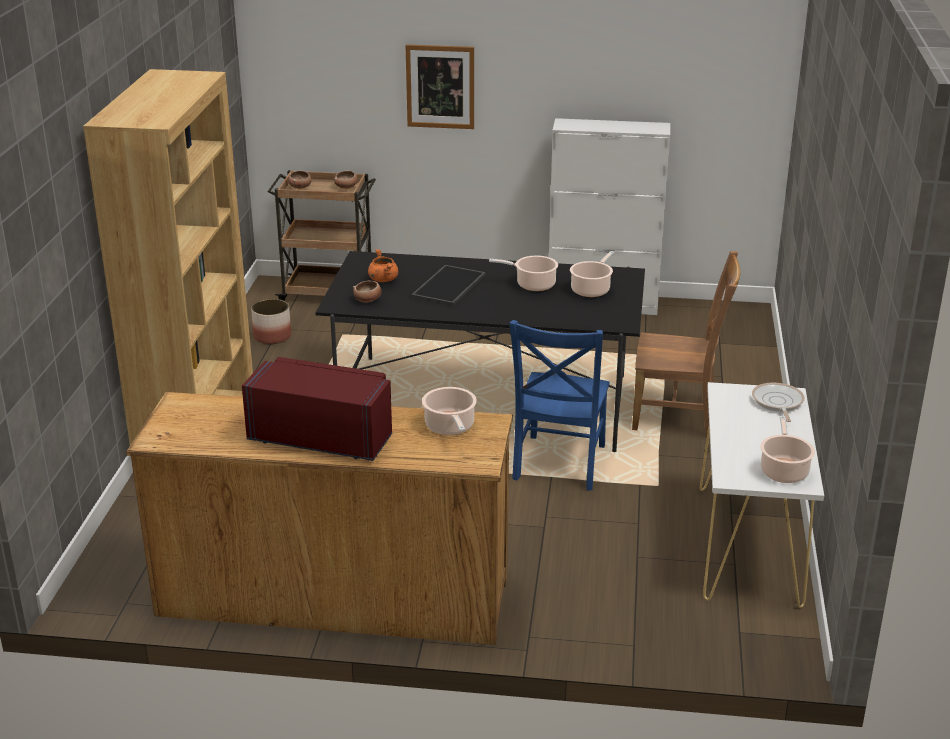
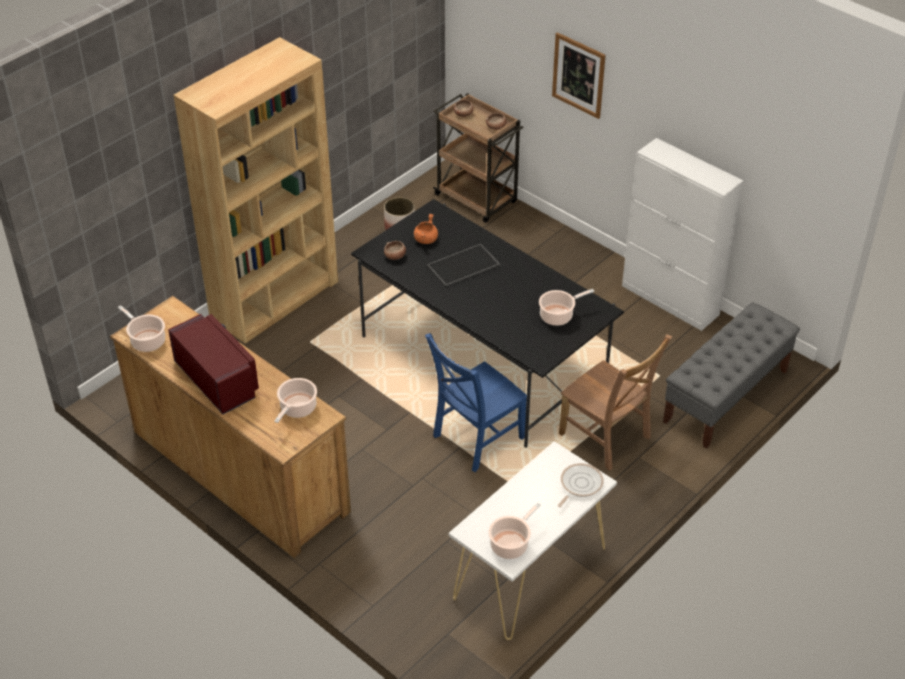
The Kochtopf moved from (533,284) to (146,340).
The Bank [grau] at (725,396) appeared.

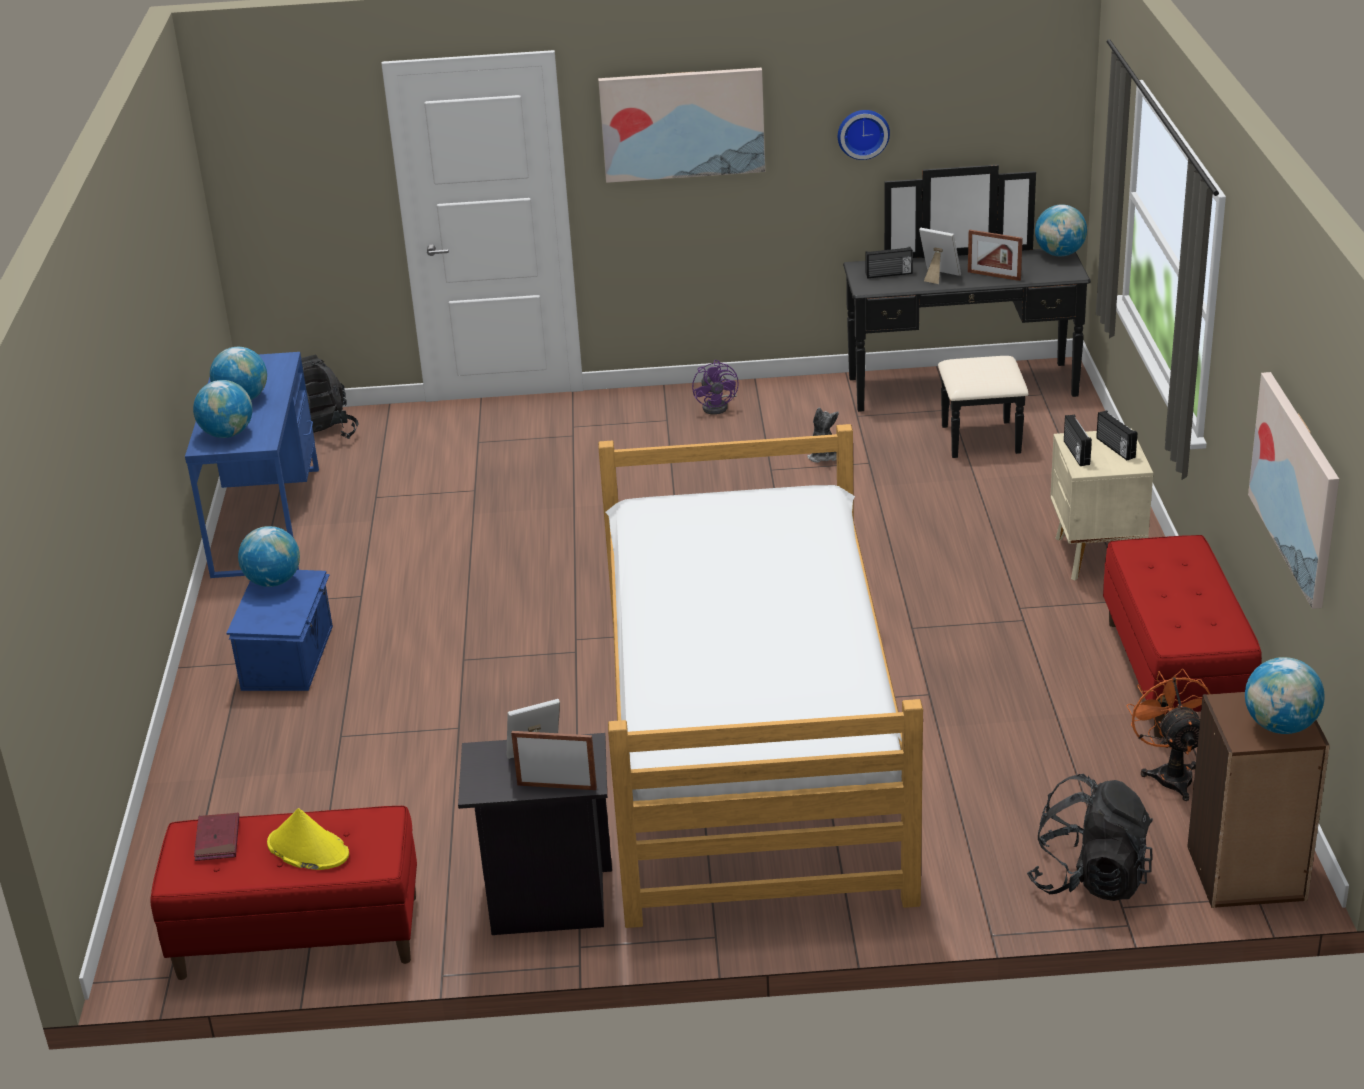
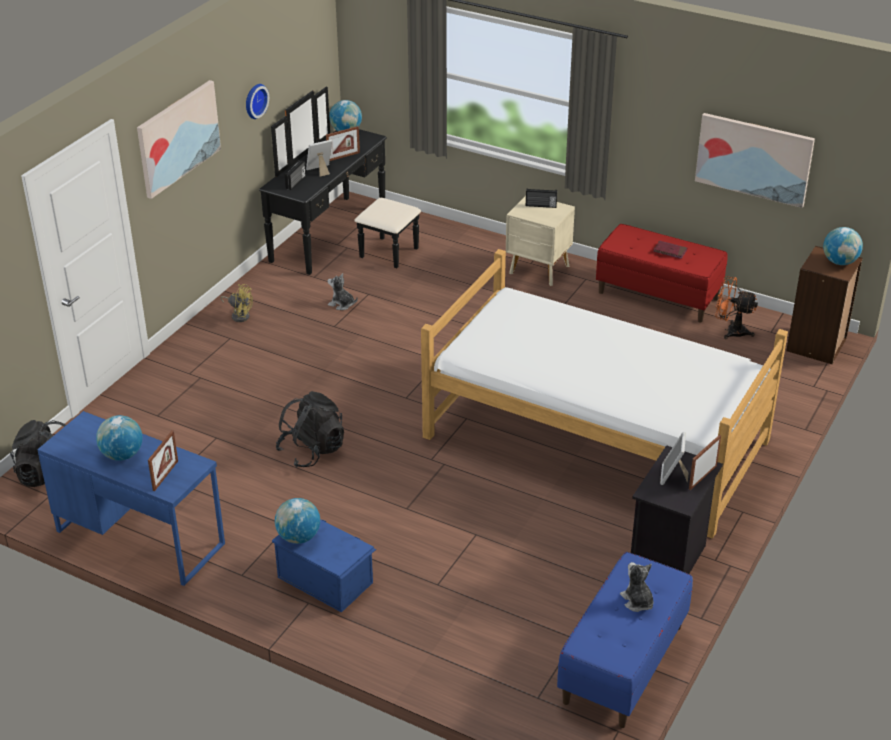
The Ventilator [lila] at (718,406) became the Ventilator [gelb] at (239,315).
The Globus at (227,434) was replaced by the Bilderrahmen at (165,475).
The Radio at (1075,453) disappeared.
The Rucksack [schwarz] moved from (1089,879) to (312,450).
The Bank [rot] at (298,937) became the Bank [blau] at (623,664).
The Hut [gelb] at (307,849) was replaced by the Plüschtier at (637,601).
The Buch [rot] moved from (217,839) to (670,251).

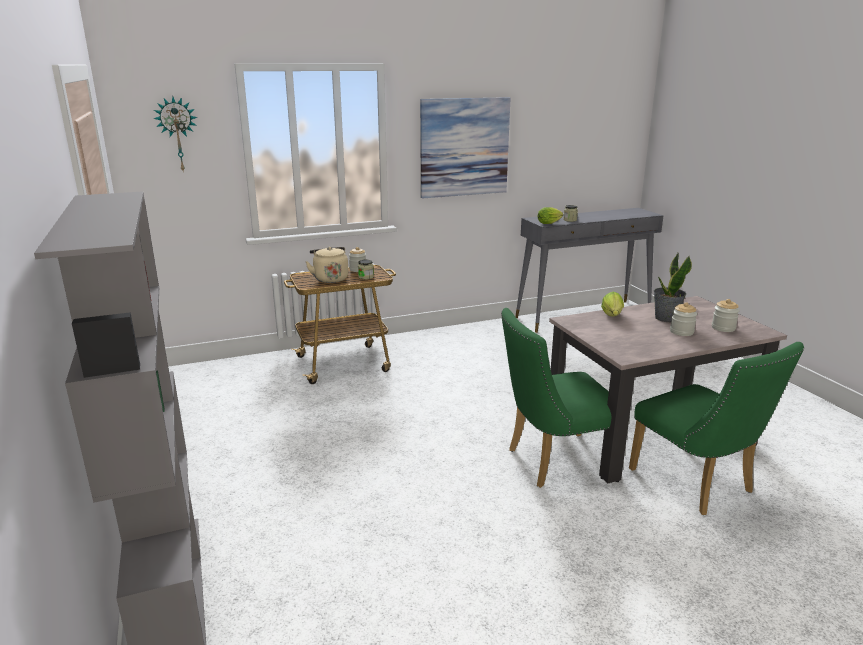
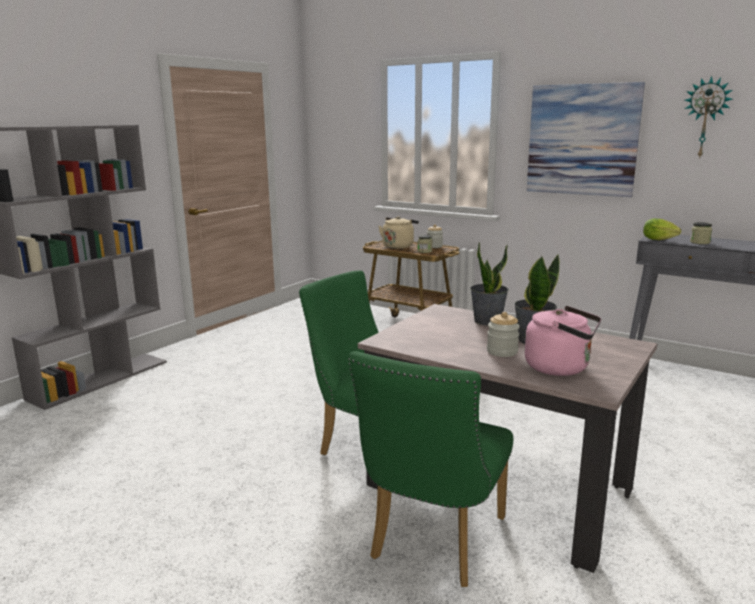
The Wanduhr moved from (178,134) to (705,118).
The Salatkopf at (612,316) was replaced by the Topfpflanze at (487,321).
The Vorratsglas at (723,328) was replaced by the Wasserkessel [rosa] at (560,368).

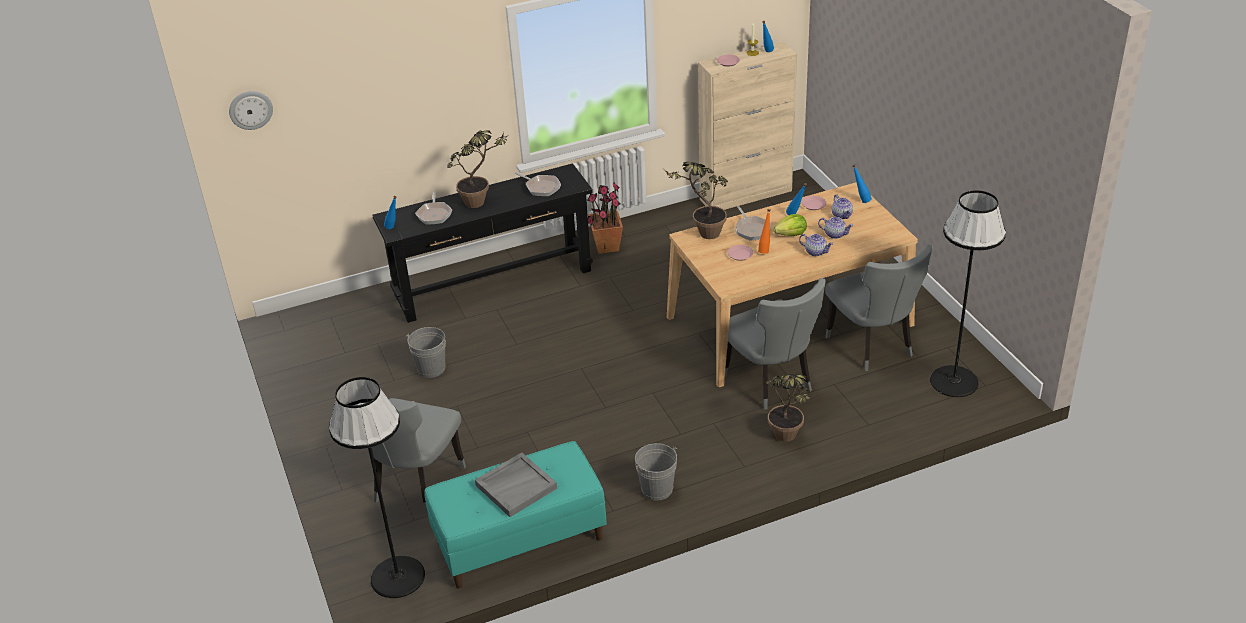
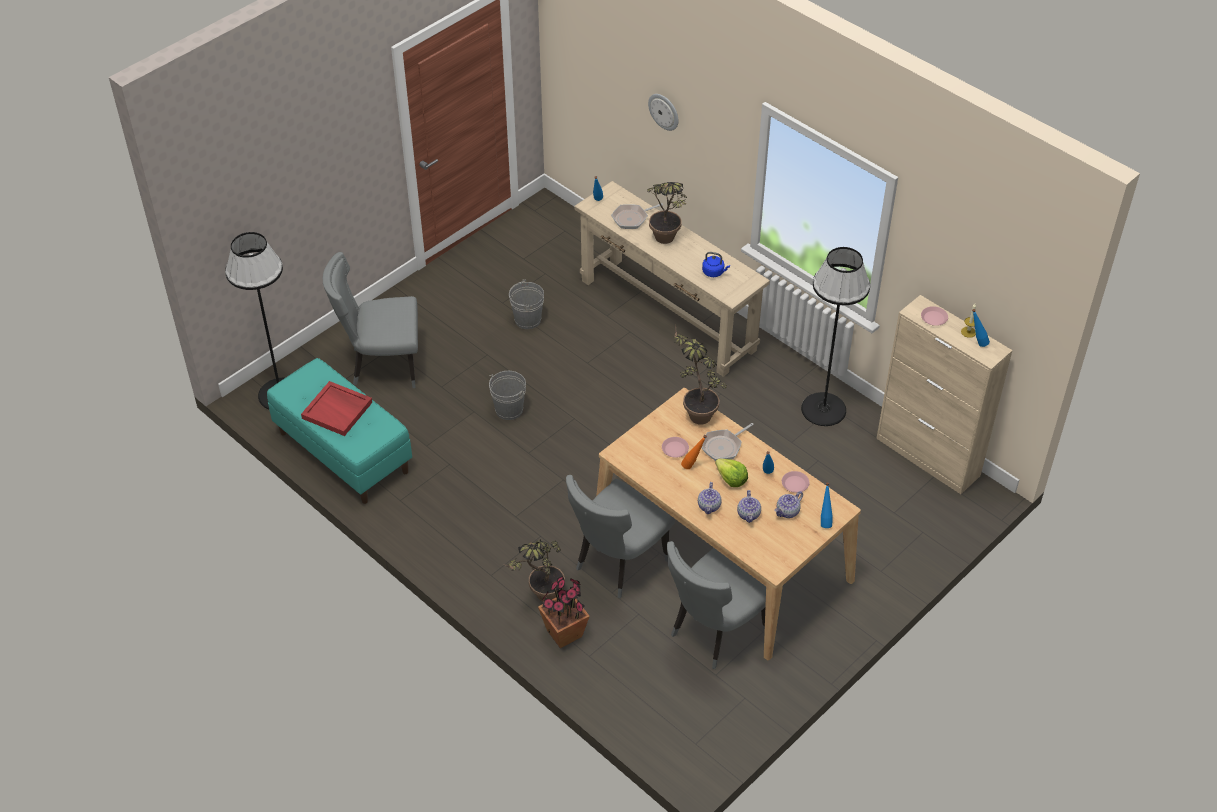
The Wanduhr moved from (250,109) to (664,111).
The Konsolentisch [schwarz] at (493,283) became the Konsolentisch [beige] at (667,315).
The Pfanne at (541,187) was replaced by the Wasserkessel [blau] at (714,272).
The Topfpflanze moved from (606,246) to (564,633).
The Stehlampe [schwarz] moved from (954,381) to (824,409).
The Eimer [grau] moved from (657,489) to (509,409).
The Tablett [grau] at (516,486) became the Tablett [rot] at (338,410).

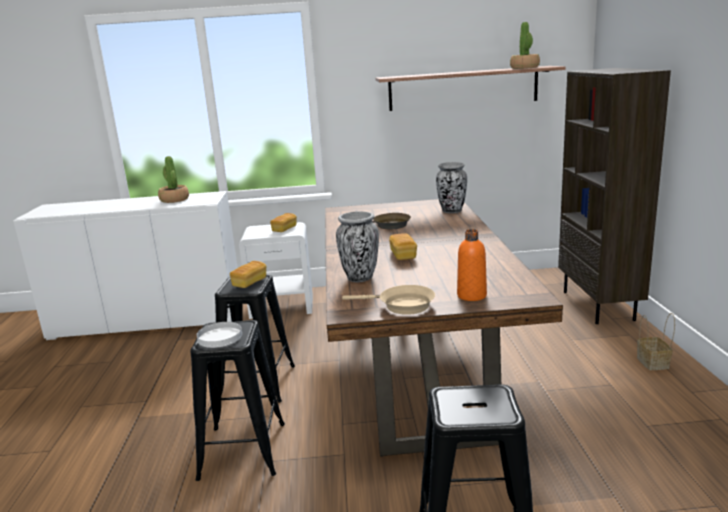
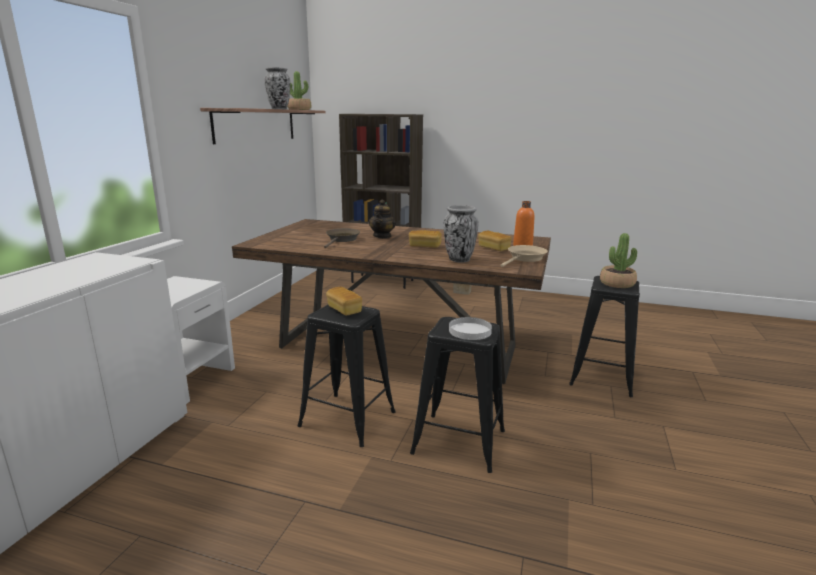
The Topfpflanze moved from (174,200) to (617,283).
The Vase moved from (452,211) to (279,109).
The Brot moved from (284,229) to (494,248).
The Teekanne at (382,236) appeared.

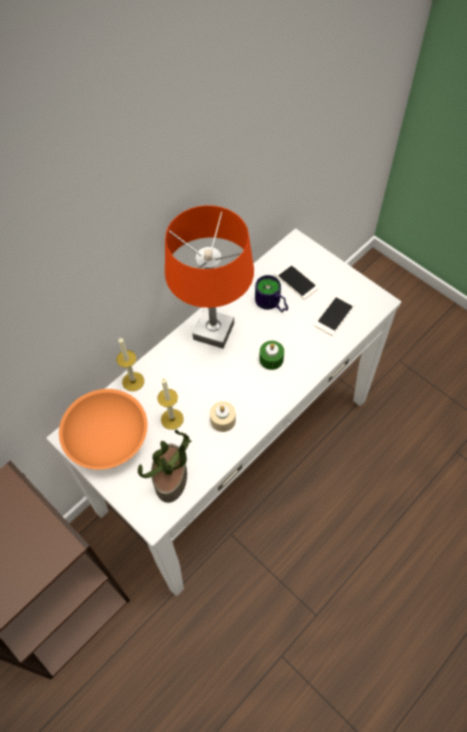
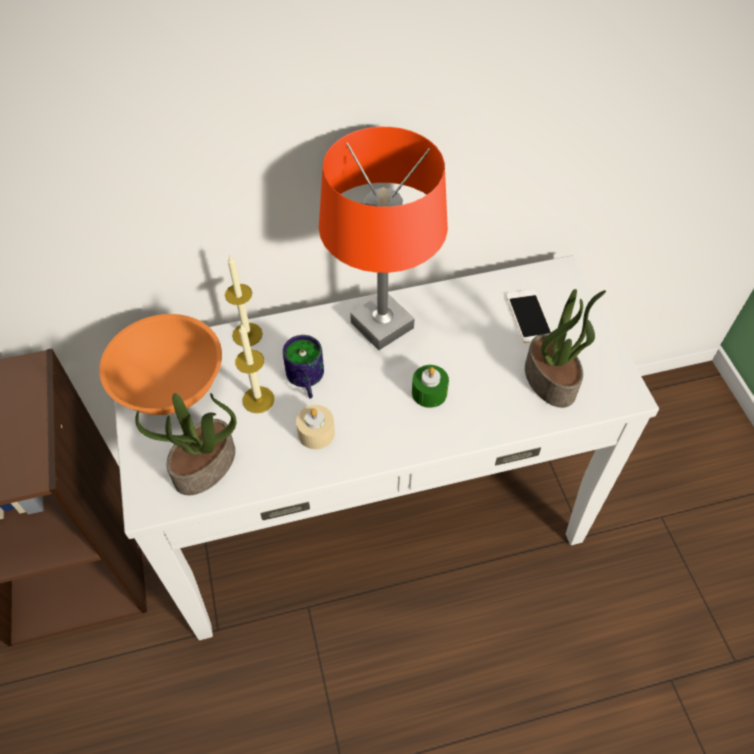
The Henkelbecher moved from (271,304) to (304,381).
The Handy at (334,315) was replaced by the Topfpflanze at (551,381).

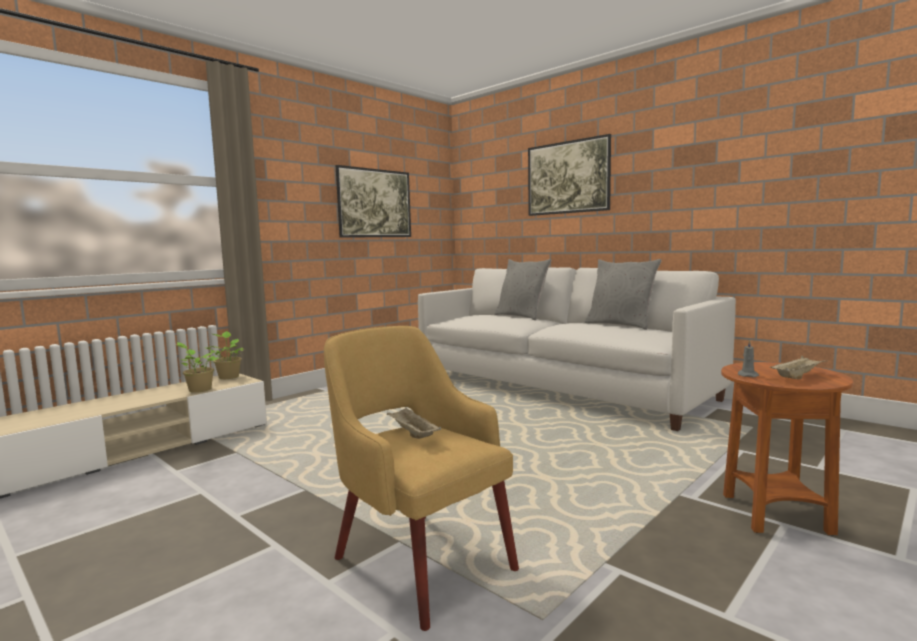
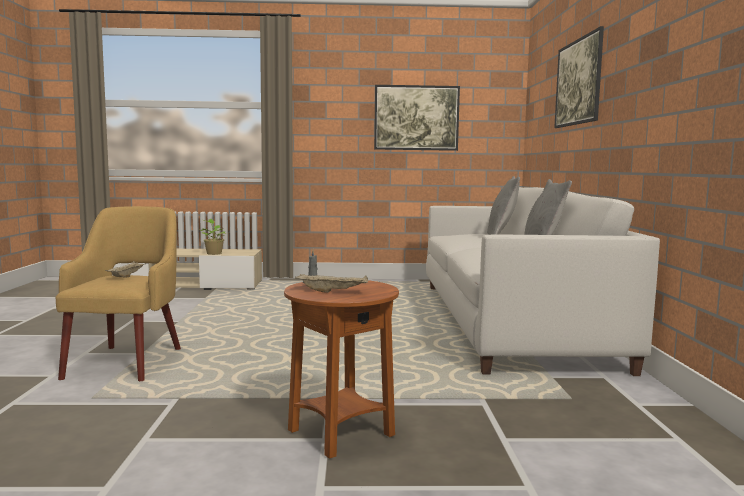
The Topfpflanze at (228,377) disappeared.

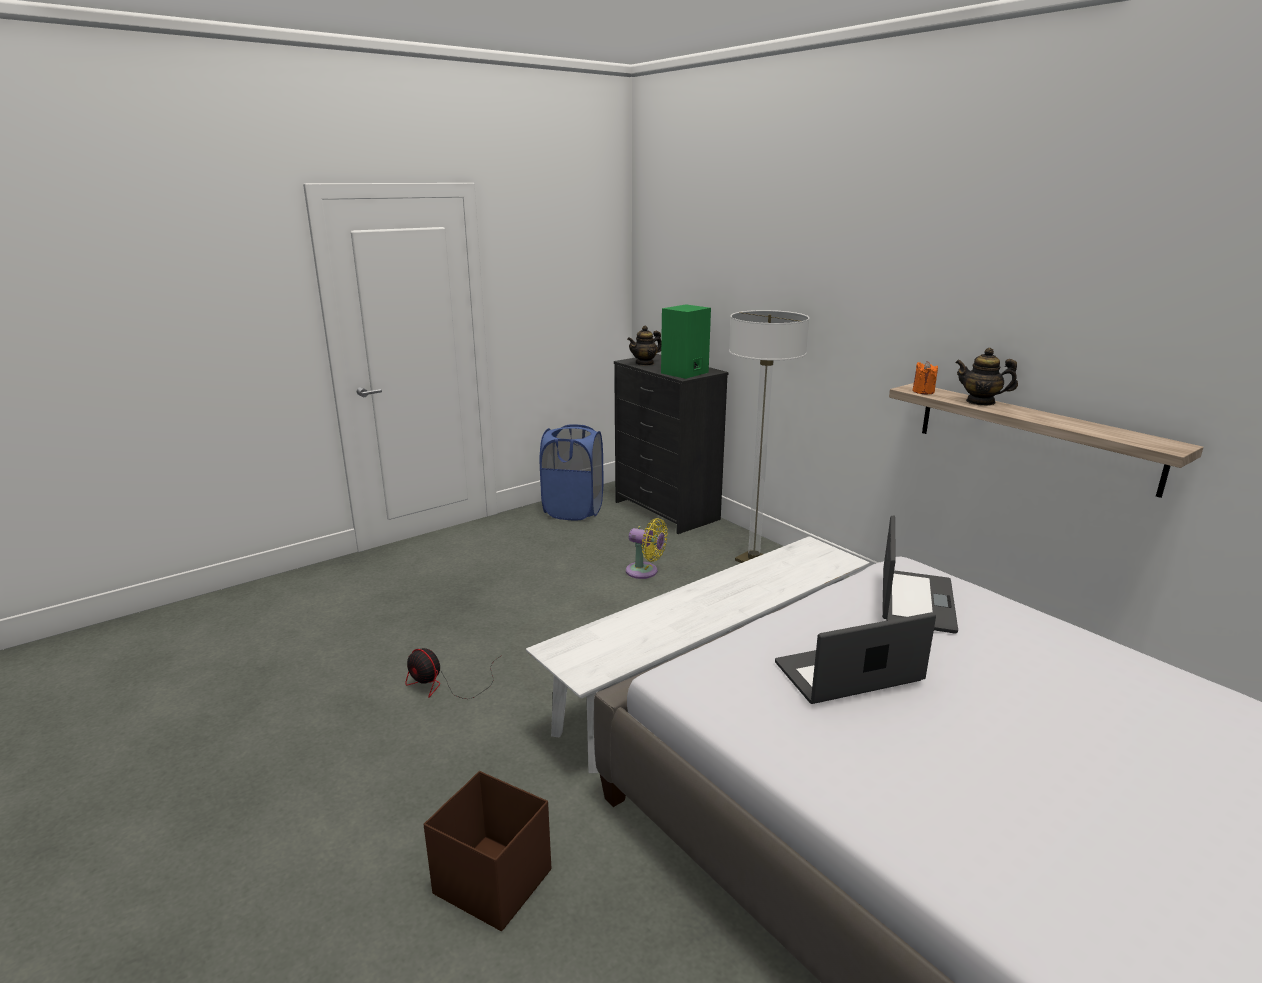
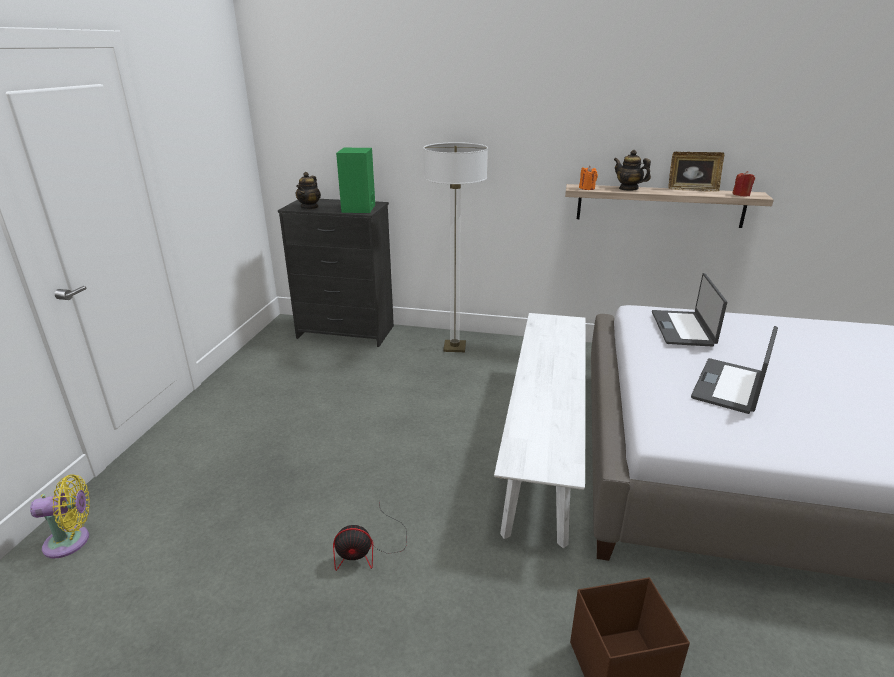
The Teekanne at (980,402) turned 60 degrees clockwise.
The Wäschekorb [blau] at (573,510) disappeared.
The Laptop at (915,601) turned 150 degrees counterclockwise.
The Ventilator [gelb] moved from (645,572) to (71,541).
The Bilderrahmen at (692,189) appeared.
The Kerze [rot] at (741,195) appeared.

